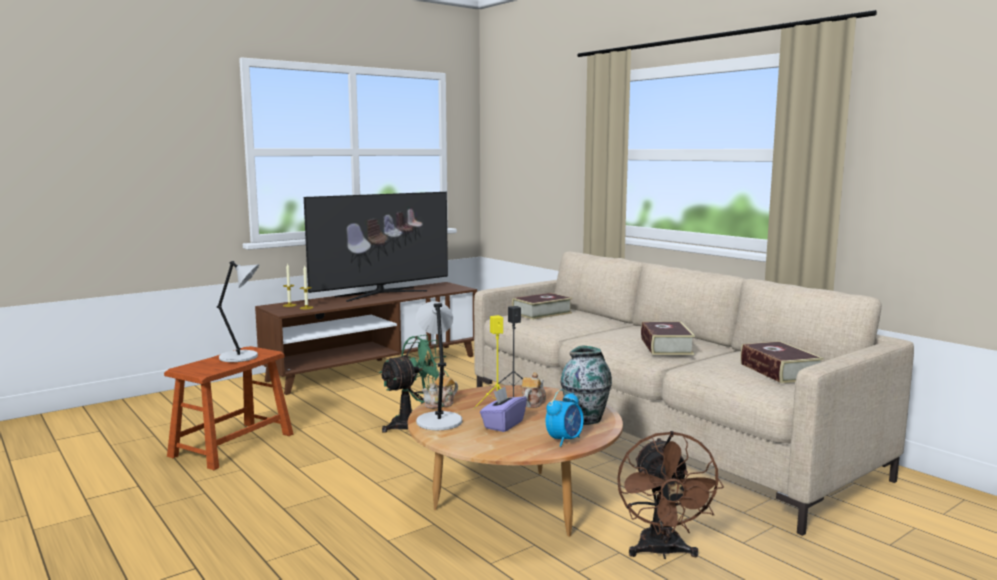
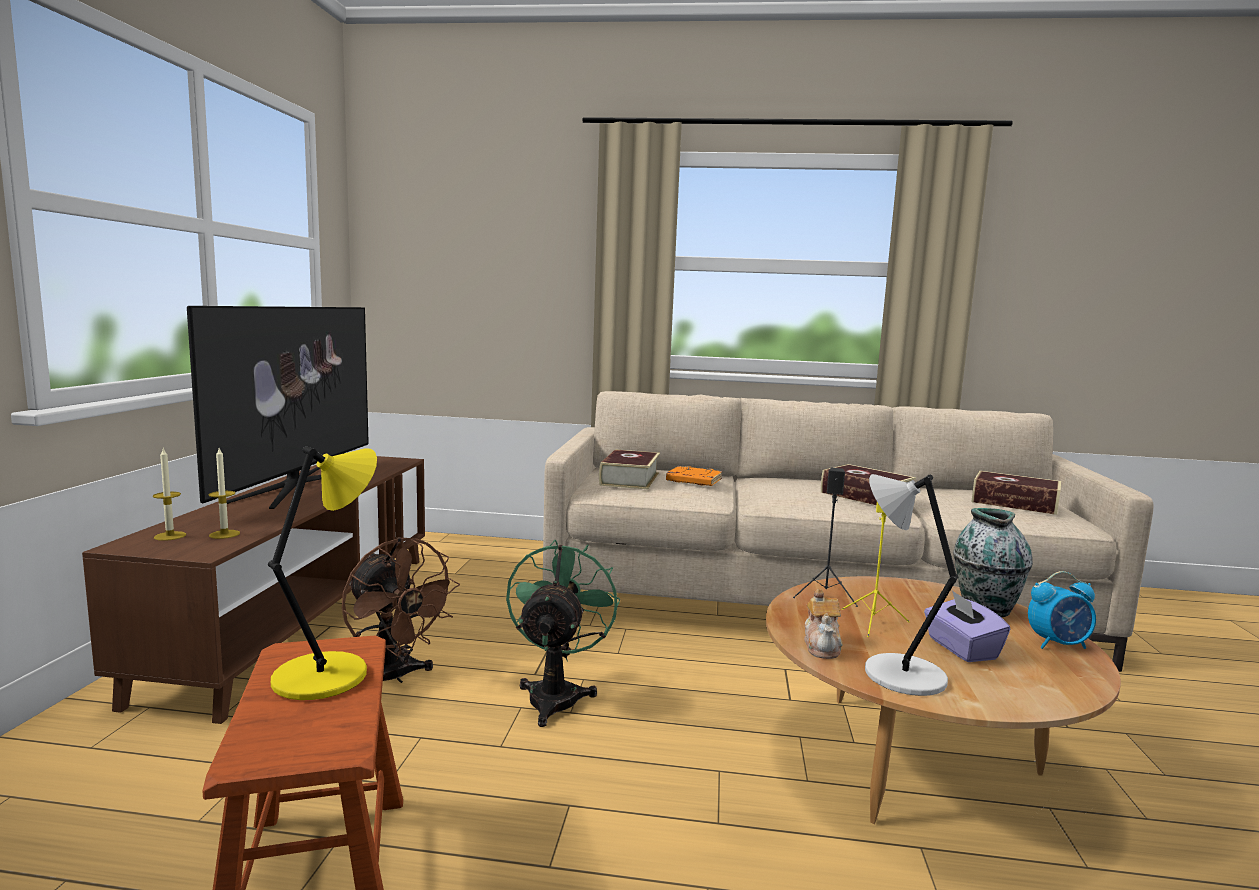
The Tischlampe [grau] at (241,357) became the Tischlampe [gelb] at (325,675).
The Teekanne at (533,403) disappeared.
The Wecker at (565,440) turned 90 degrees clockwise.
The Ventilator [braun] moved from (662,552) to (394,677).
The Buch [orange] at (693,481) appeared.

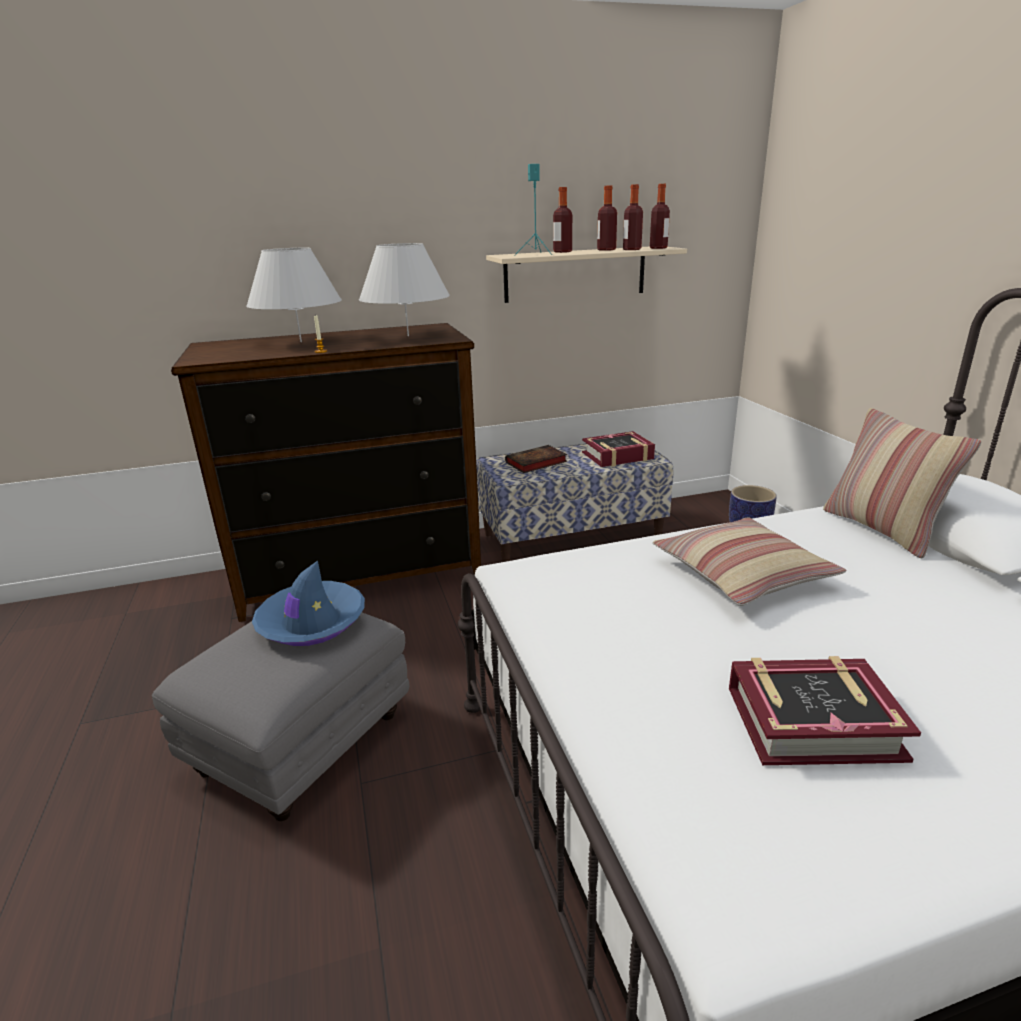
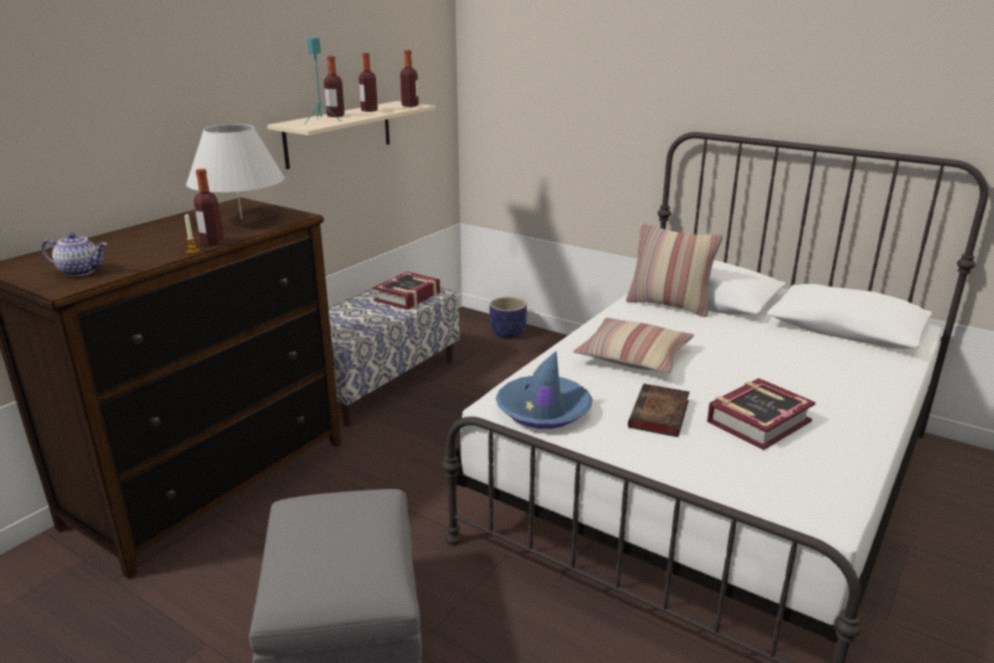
The Flasche moved from (632,249) to (212,242).
The Tischlampe [weiß] at (301,341) disappeared.
The Buch moved from (535,463) to (659,415).
The Hut [blau] moved from (311,623) to (543,410).
The Teekanne at (81,271) appeared.

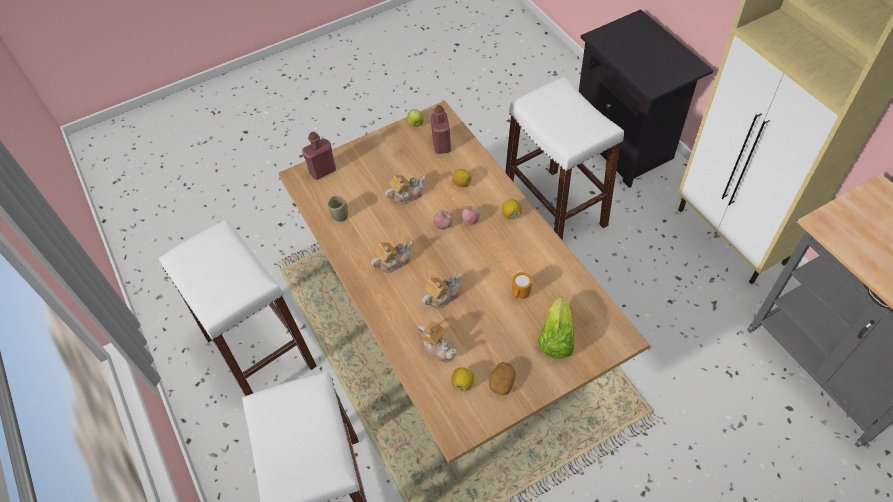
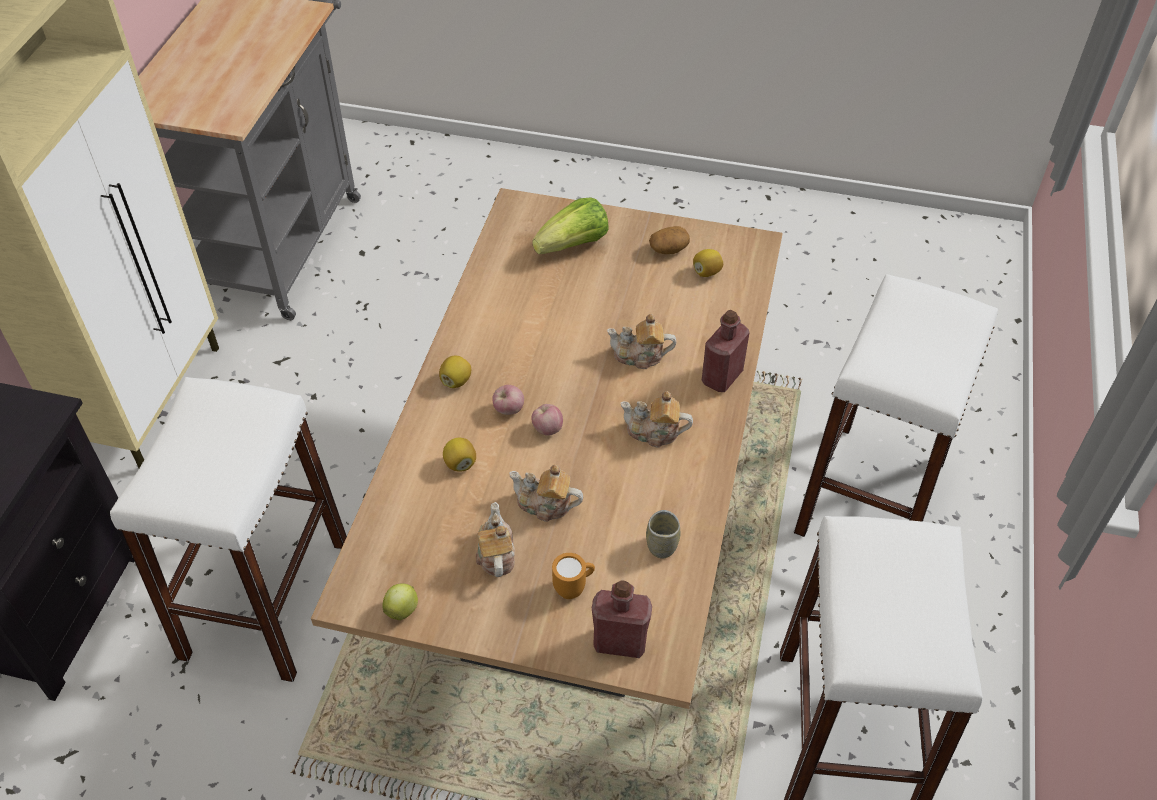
The Flasche [rot] moved from (441,145) to (722,377).
The Henkelbecher [orange] moved from (520,295) to (574,588).
The Teekanne moved from (439,347) to (496,554).

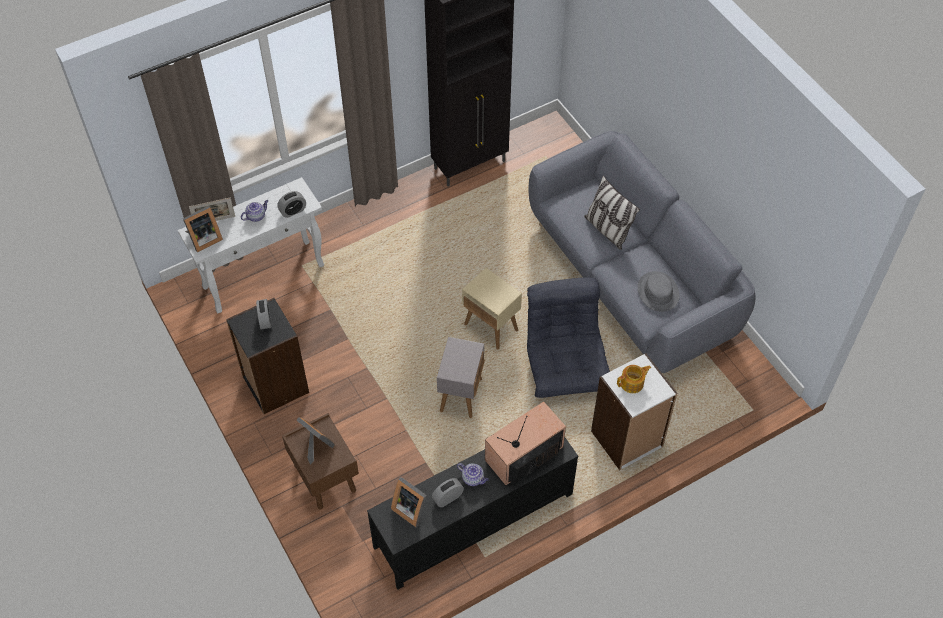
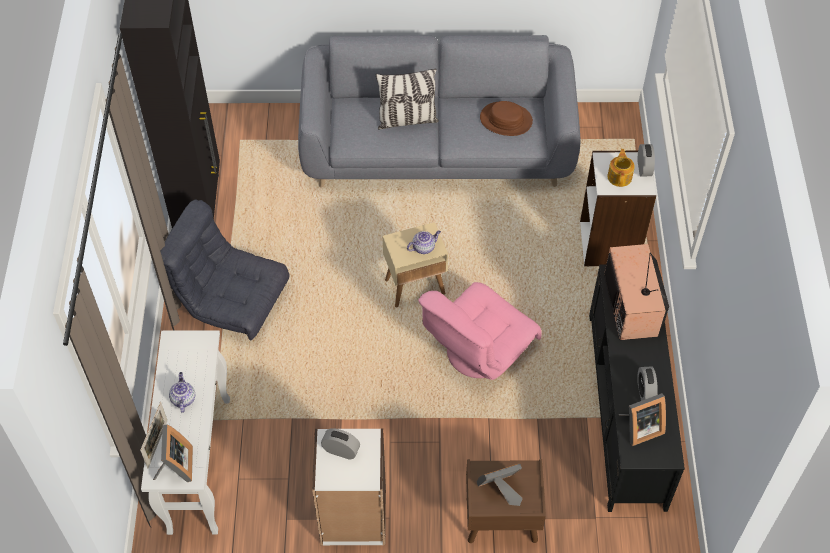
The Wecker moved from (293,211) to (644,168).
The Hut [grau] at (658,292) became the Hut [braun] at (506,120).
The Sessel [grau] moved from (565,367) to (232,302).
The Bücherregal [schwarz] at (274,384) became the Bücherregal [weiß] at (353,517).
The Beistelltisch [grau] at (461,394) was replaced by the Sessel [rosa] at (477,350).
The Teekanne moved from (473,478) to (424,247).

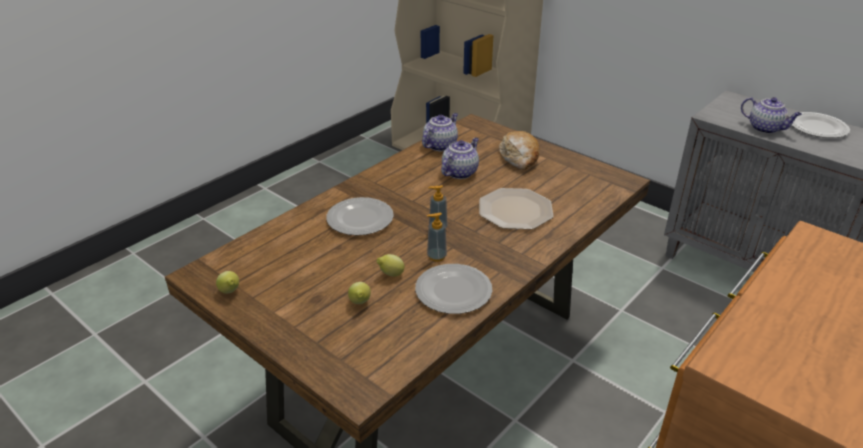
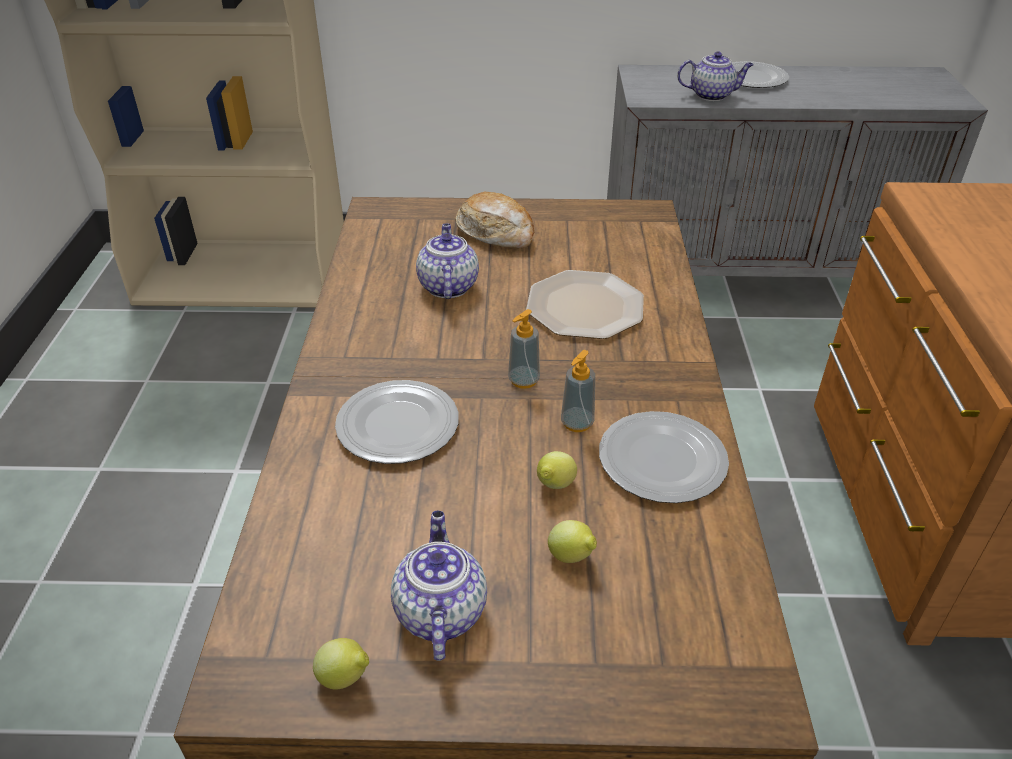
The Teekanne moved from (440,145) to (439,611).

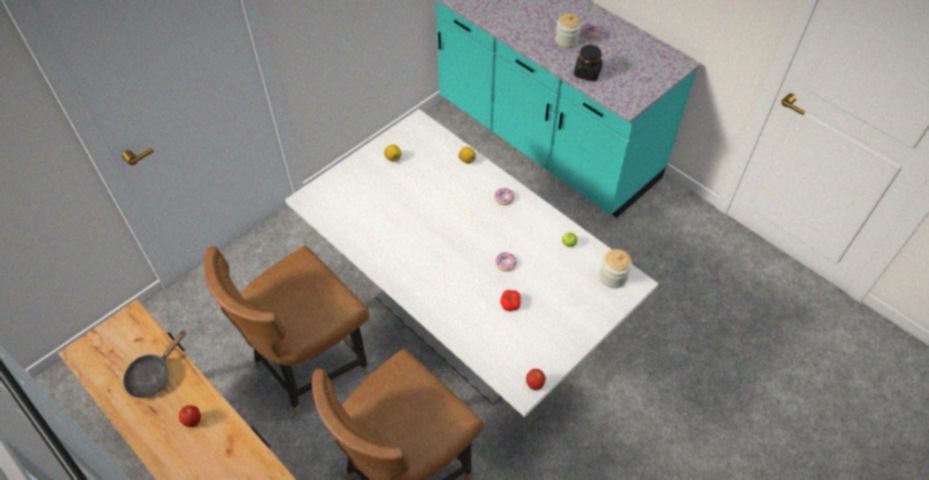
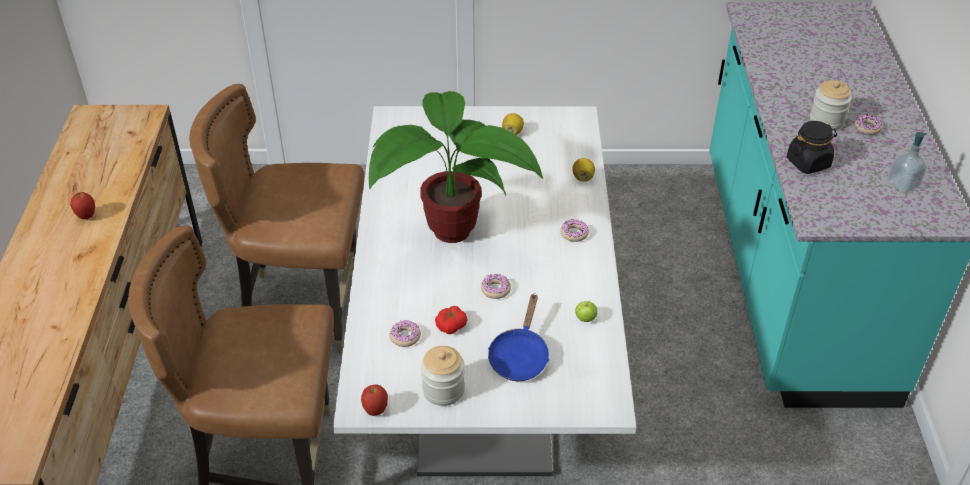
The Vorratsglas moved from (613,277) to (443,390).
The Pfanne [schwarz] at (153,375) disappeared.
The Topfpflanze at (447,235) appeared.
The Seifenspender at (902,184) appeared.
The Pfanne [blau] at (519,356) appeared.
The Donut at (405,337) appeared.

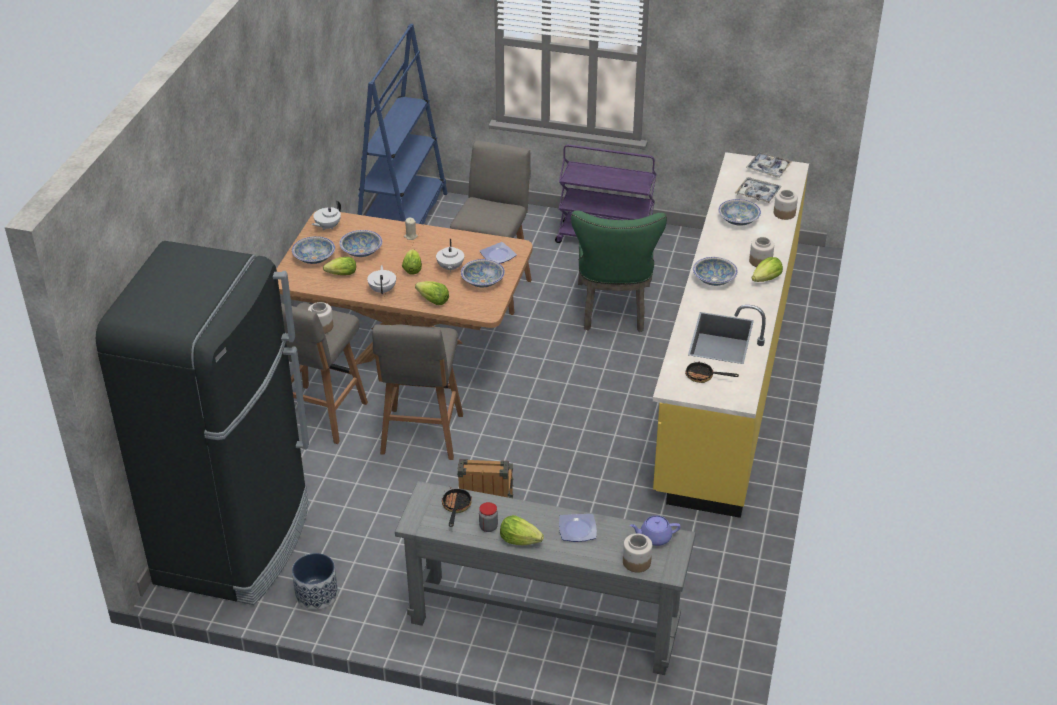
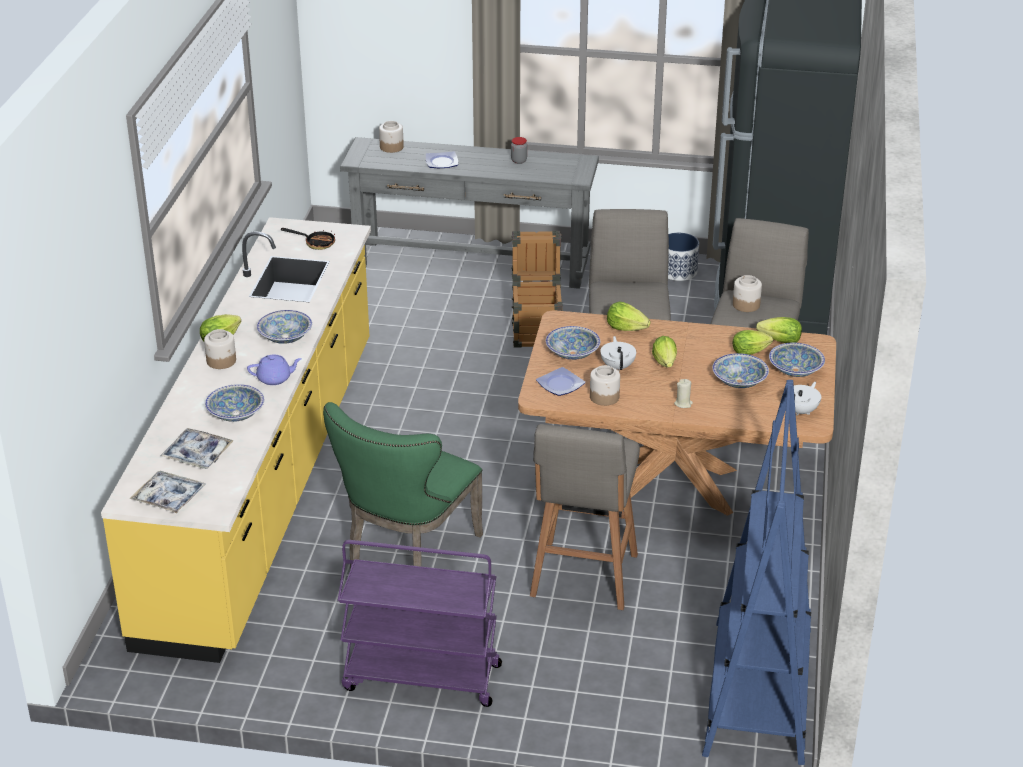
The Vorratsglas moved from (784,213) to (604,397).
The Stuhl [grün] at (614,311) turned 150 degrees counterclockwise.
The Teekanne [weiß] at (383,290) disappeared.
The Pfanne at (456,507) disappeared.
The Salatkopf moved from (519,540) to (780,341).
The Teekanne [lila] moved from (654,537) to (275,378).

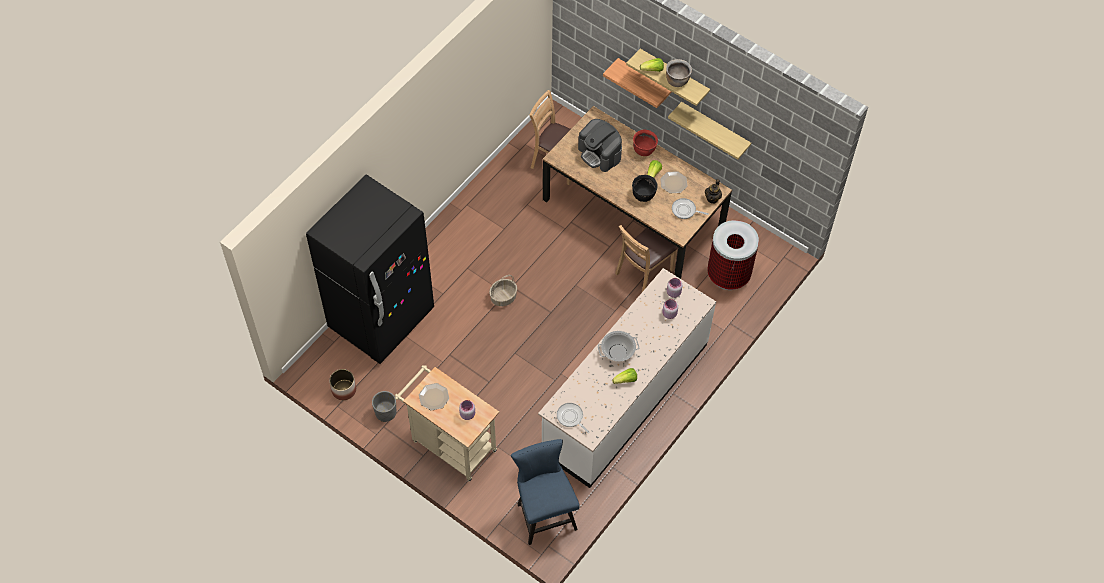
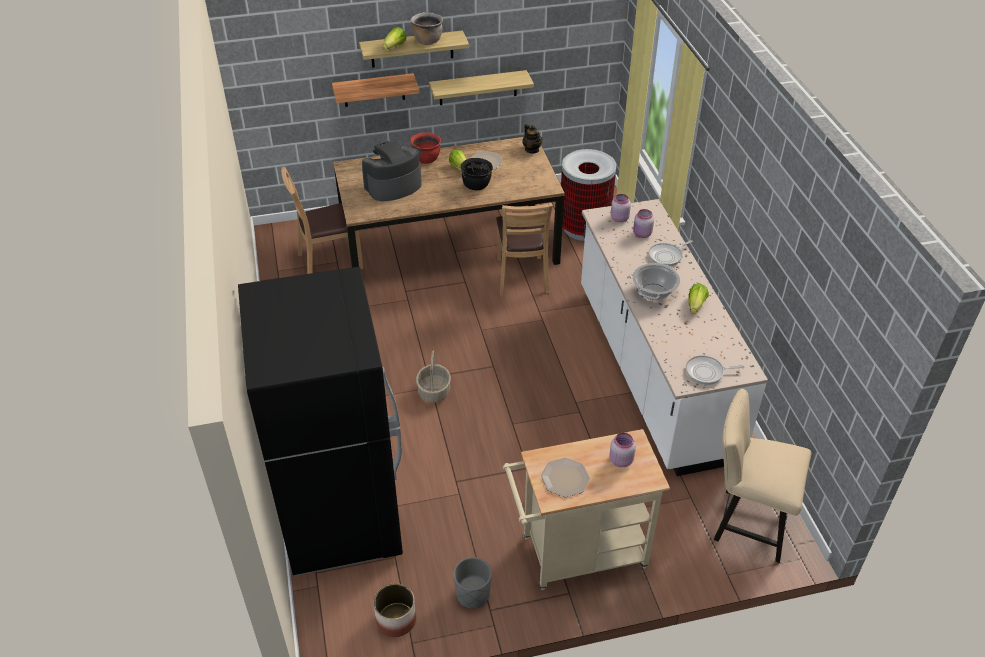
The Kaffeemaschine at (600,153) turned 150 degrees clockwise.
The Pfanne moved from (685,210) to (667,256).
The Stuhl [blau] at (544,513) became the Stuhl [beige] at (745,522).

